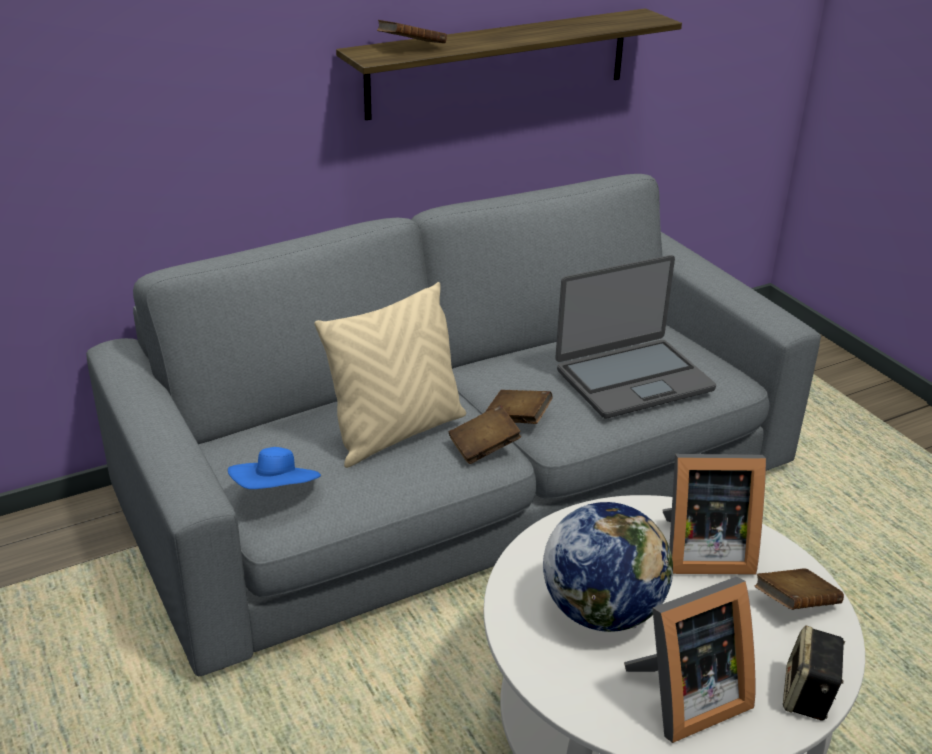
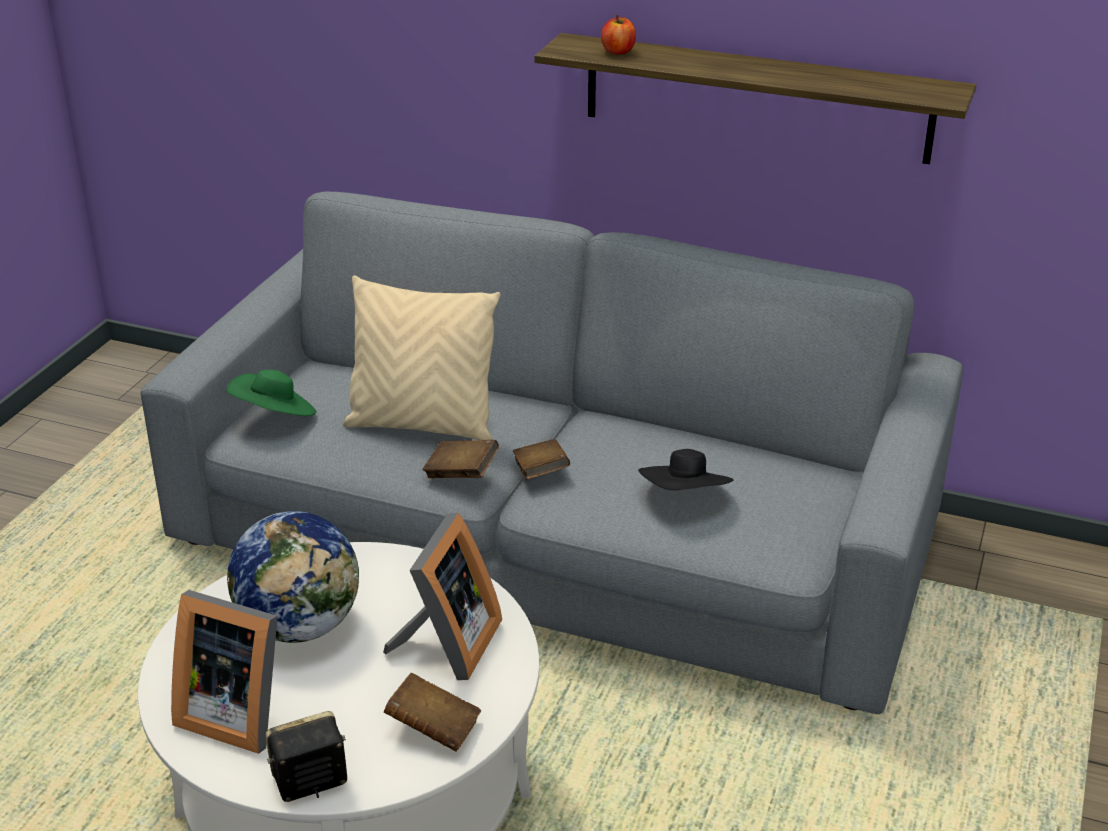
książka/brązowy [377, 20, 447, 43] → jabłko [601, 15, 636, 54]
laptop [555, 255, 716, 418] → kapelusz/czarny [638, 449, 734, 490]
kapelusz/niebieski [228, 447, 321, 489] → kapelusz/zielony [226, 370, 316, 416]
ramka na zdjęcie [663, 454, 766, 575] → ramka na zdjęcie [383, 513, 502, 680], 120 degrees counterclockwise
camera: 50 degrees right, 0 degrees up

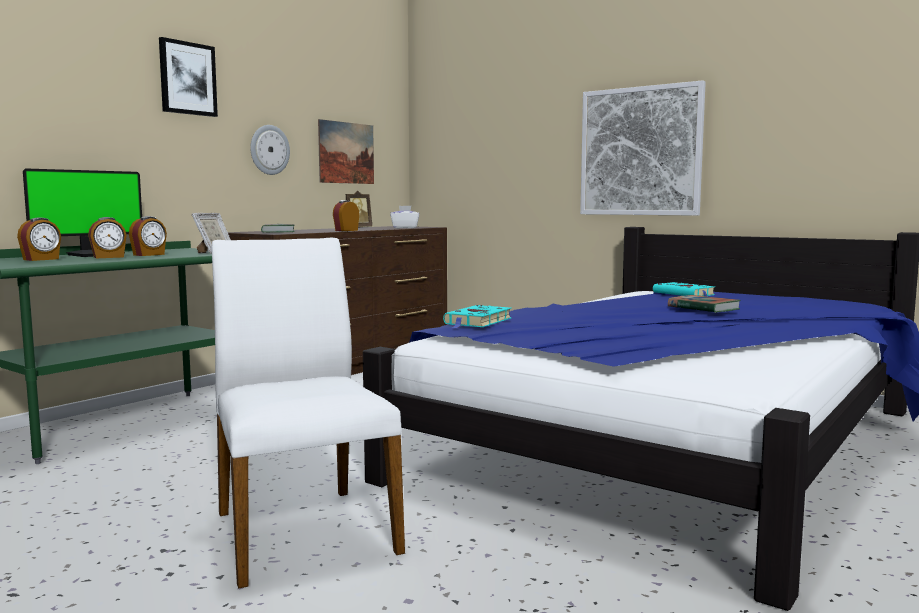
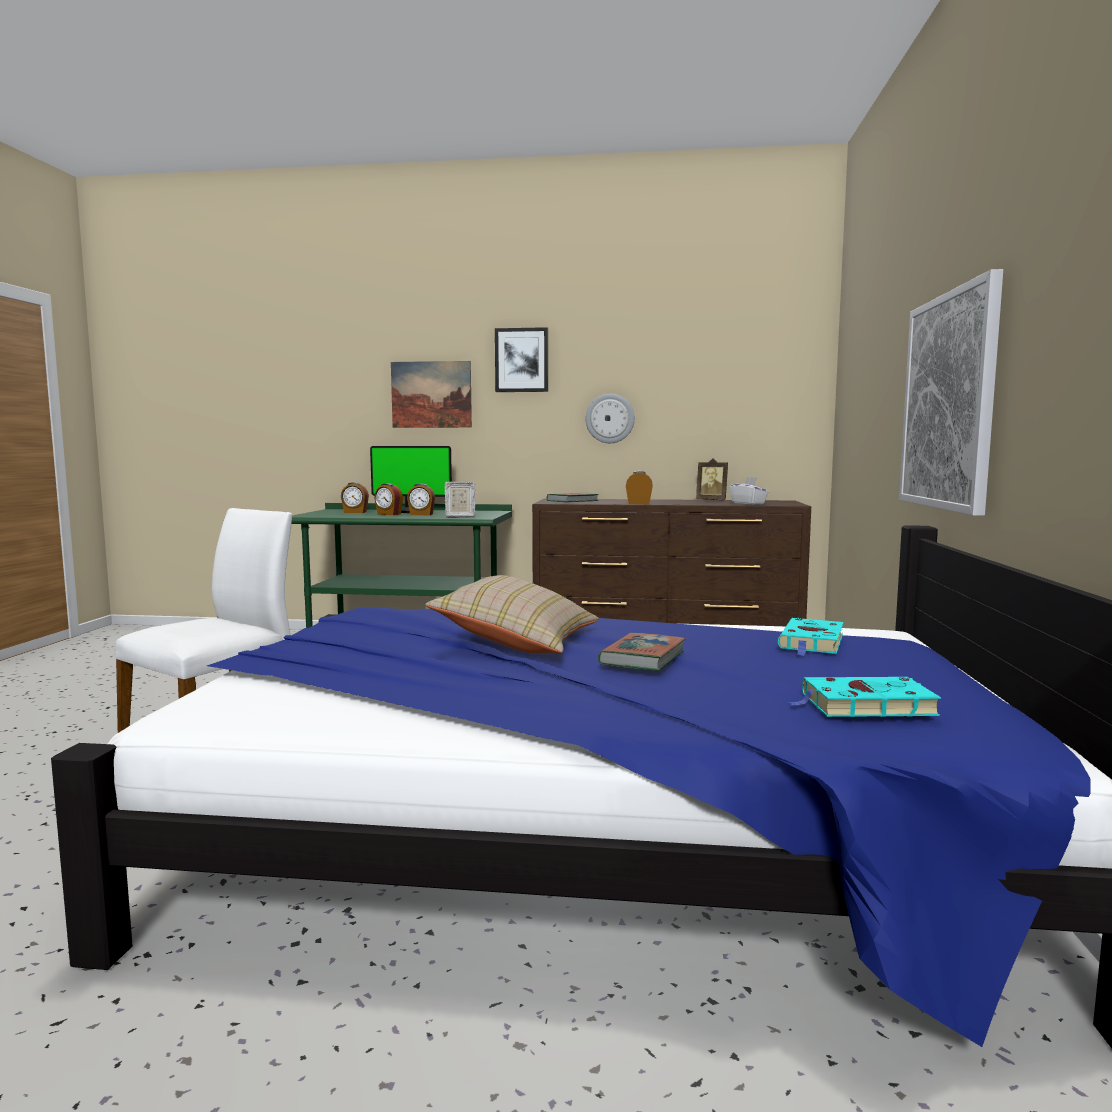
- → poduszka/beżowy [426, 575, 599, 653]
obraz [318, 119, 374, 184] → obraz [391, 361, 472, 428], move
książka/turkusowy [443, 305, 512, 328] → książka/turkusowy [789, 677, 941, 717], move
camera: 60 degrees right, 0 degrees up

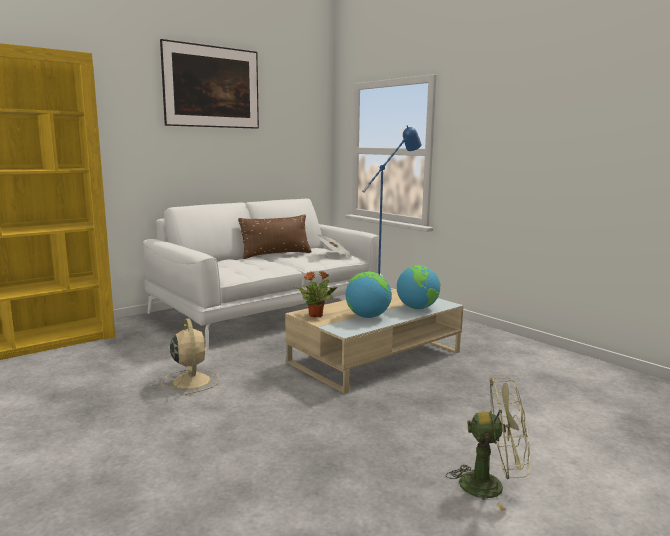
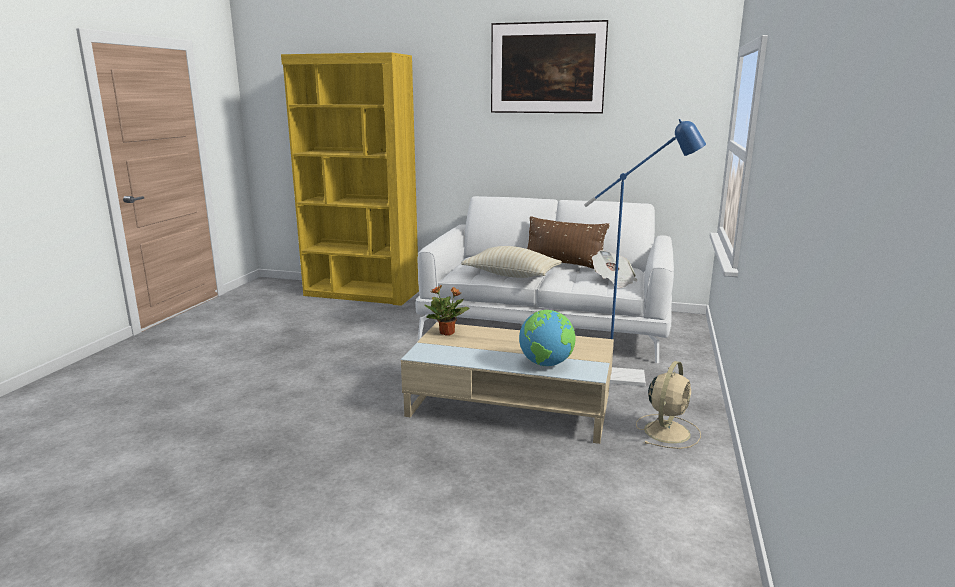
globus [345, 272, 392, 318] → -
wentylator/zielony [446, 377, 530, 511] → -
- → poduszka/beżowy [461, 246, 562, 278]
wentylator/beżowy [161, 318, 220, 395] → wentylator/beżowy [636, 361, 701, 449], move
camera: 55 degrees right, 5 degrees up

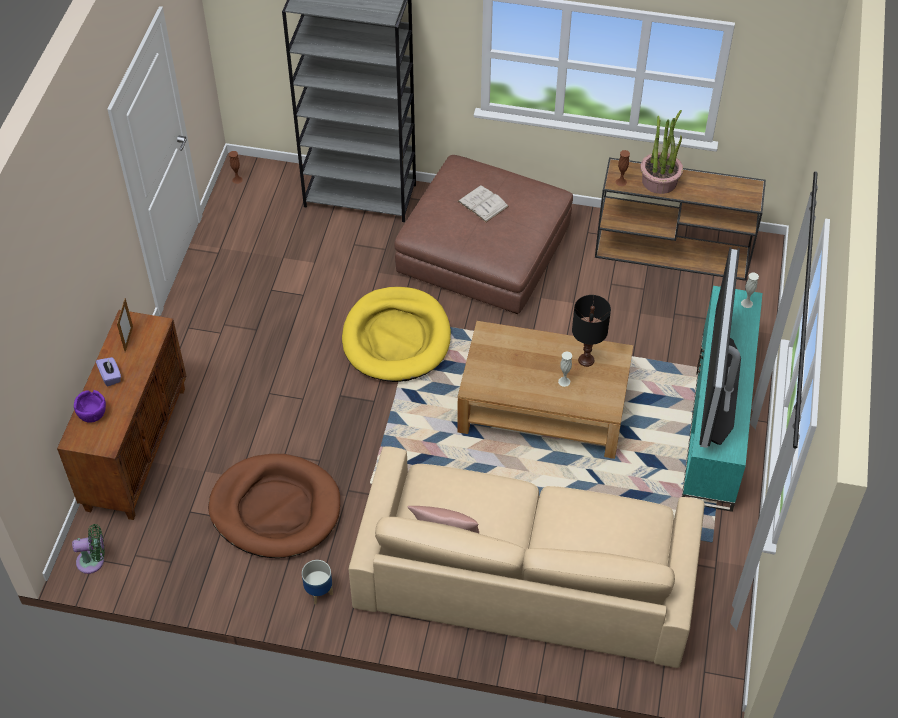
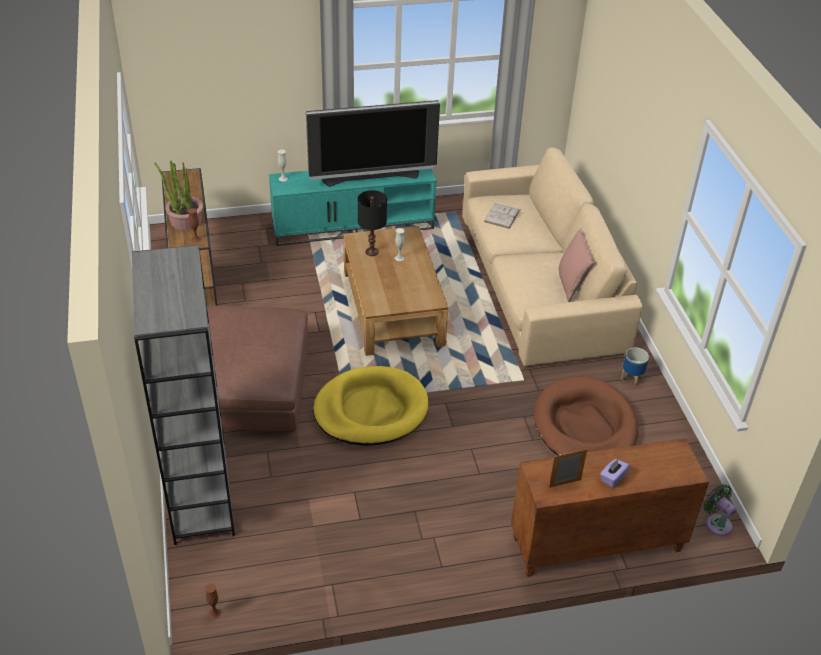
miska/fioletowy [74, 390, 106, 423] → -
książka/biały [458, 185, 509, 223] → książka/biały [484, 203, 520, 229], move
camera: 115 degrees left, 10 degrees down

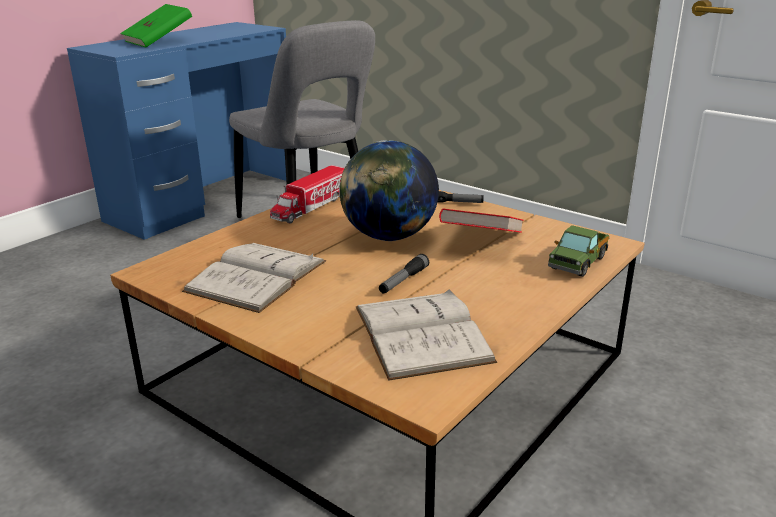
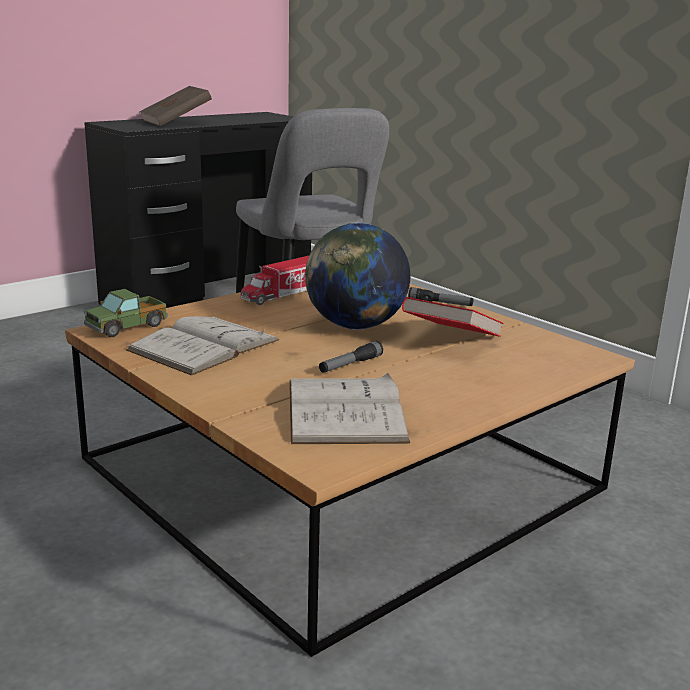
ciężarówka zabawkowa [548, 225, 610, 277] → ciężarówka zabawkowa [84, 289, 168, 337], move
biurko/niebieski [67, 22, 286, 240] → biurko/czarny [84, 112, 312, 308]
książka/zielony [120, 4, 192, 48] → książka/brązowy [139, 86, 212, 126]
camera: 10 degrees right, 5 degrees down

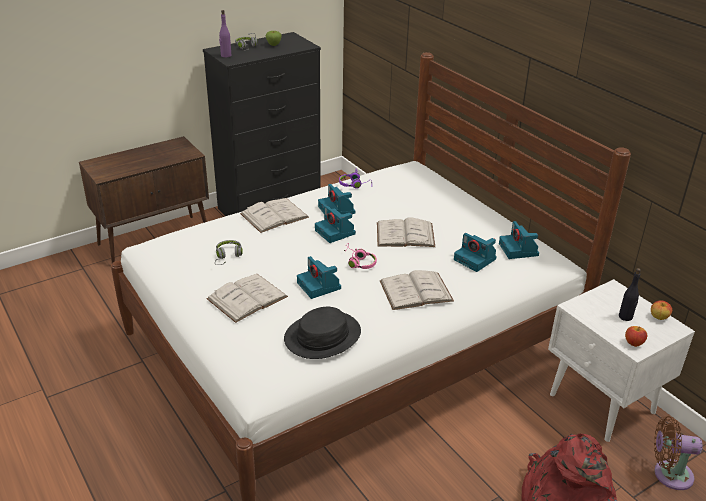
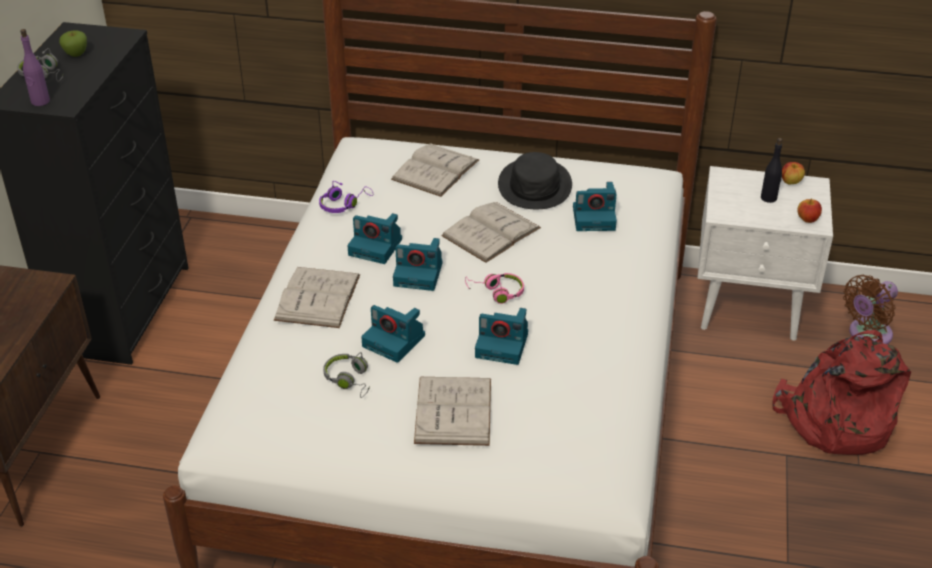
kapelusz/czarny [284, 307, 361, 359] → kapelusz/czarny [498, 152, 572, 209], move
książka/biały [380, 270, 454, 310] → książka/biały [391, 143, 479, 197], move
aparat fotograficzny [499, 221, 539, 259] → aparat fotograficzny [361, 305, 425, 363], move
camera: 45 degrees left, 5 degrees up

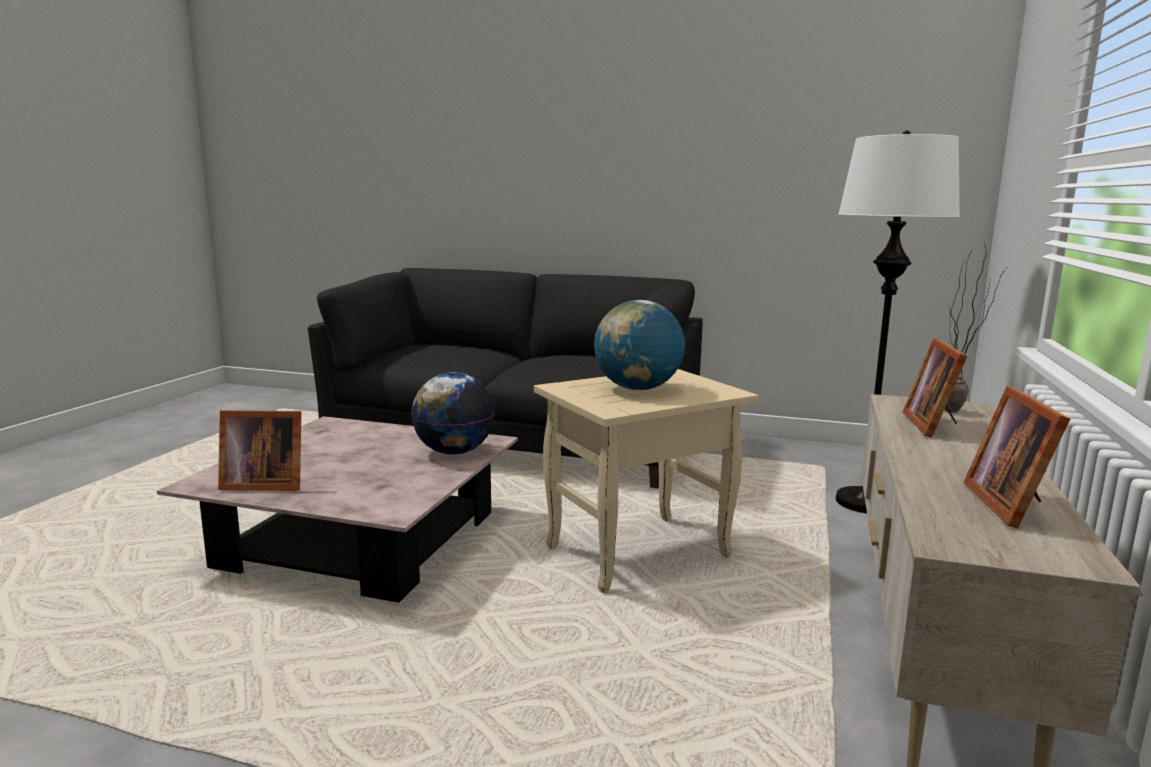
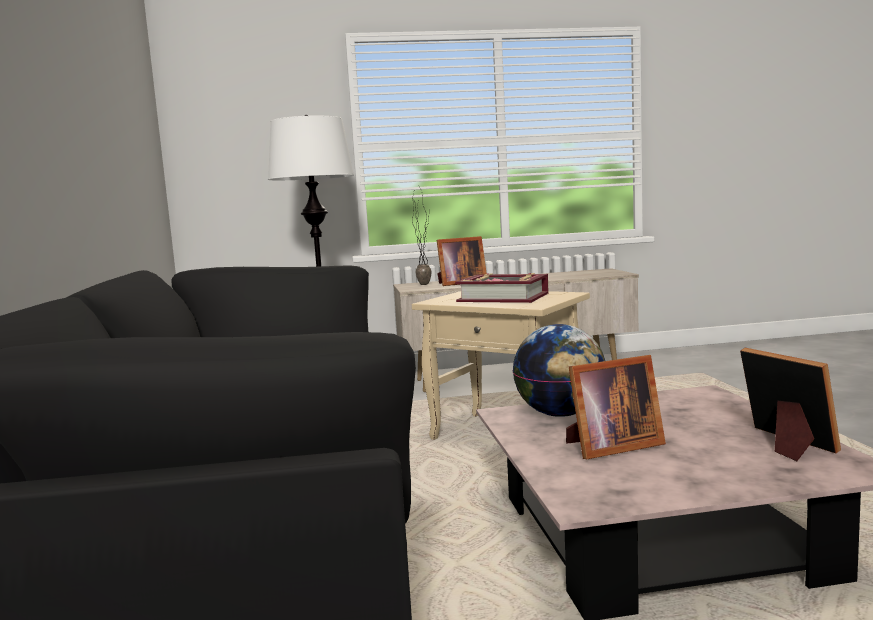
ramka na zdjęcie [964, 386, 1070, 529] → ramka na zdjęcie [566, 355, 666, 459], move
globus [594, 300, 685, 390] → książka [455, 273, 549, 303]
camera: 115 degrees left, 5 degrees down

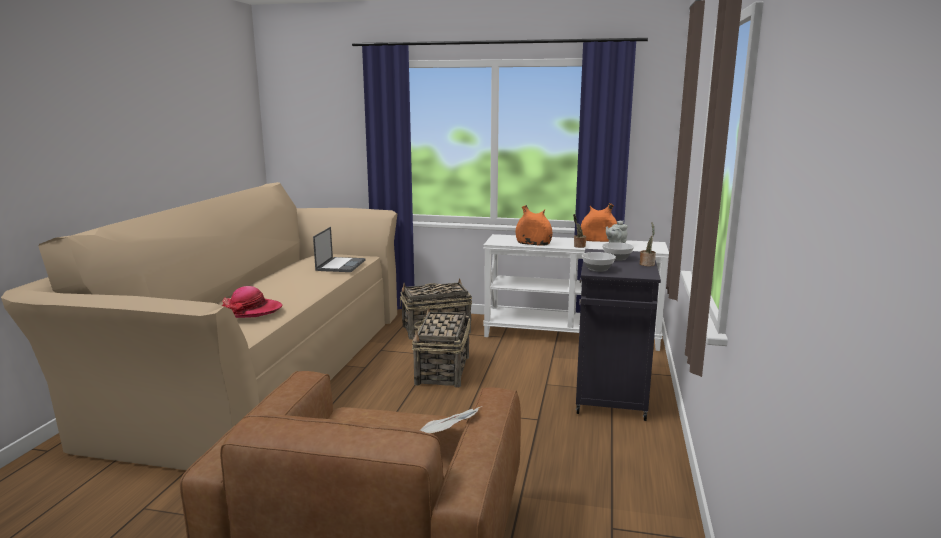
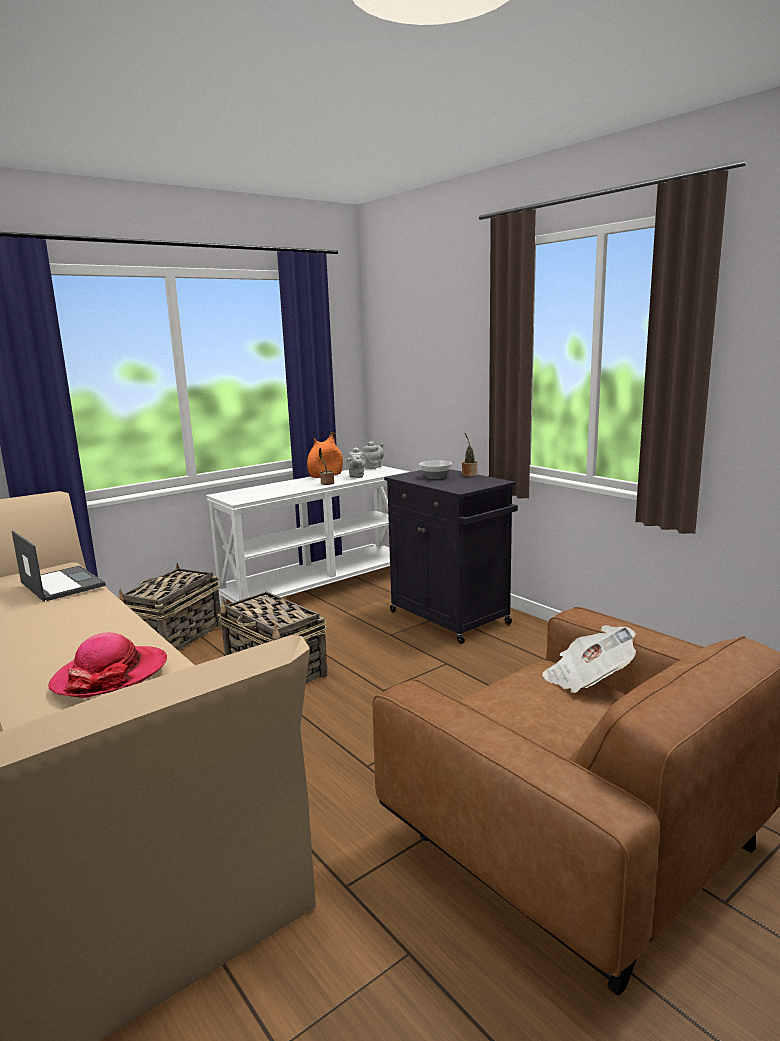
wazon/pomarańczowy [516, 205, 552, 246] → -
miska [582, 252, 616, 272] → -
- → imbryk/szary [363, 441, 384, 469]
camera: 50 degrees left, 0 degrees up

